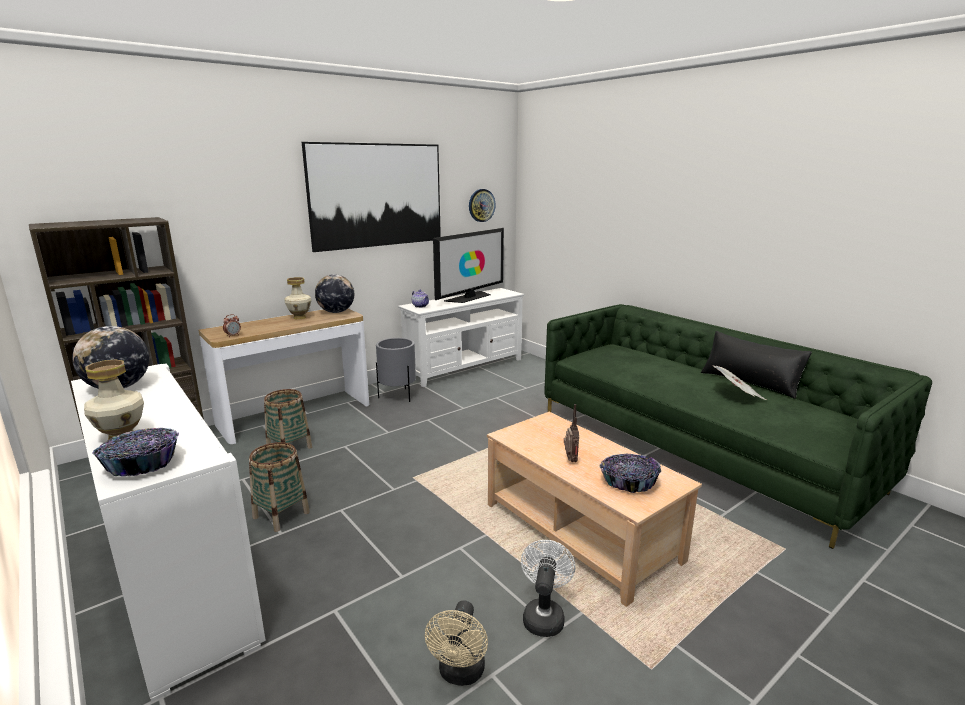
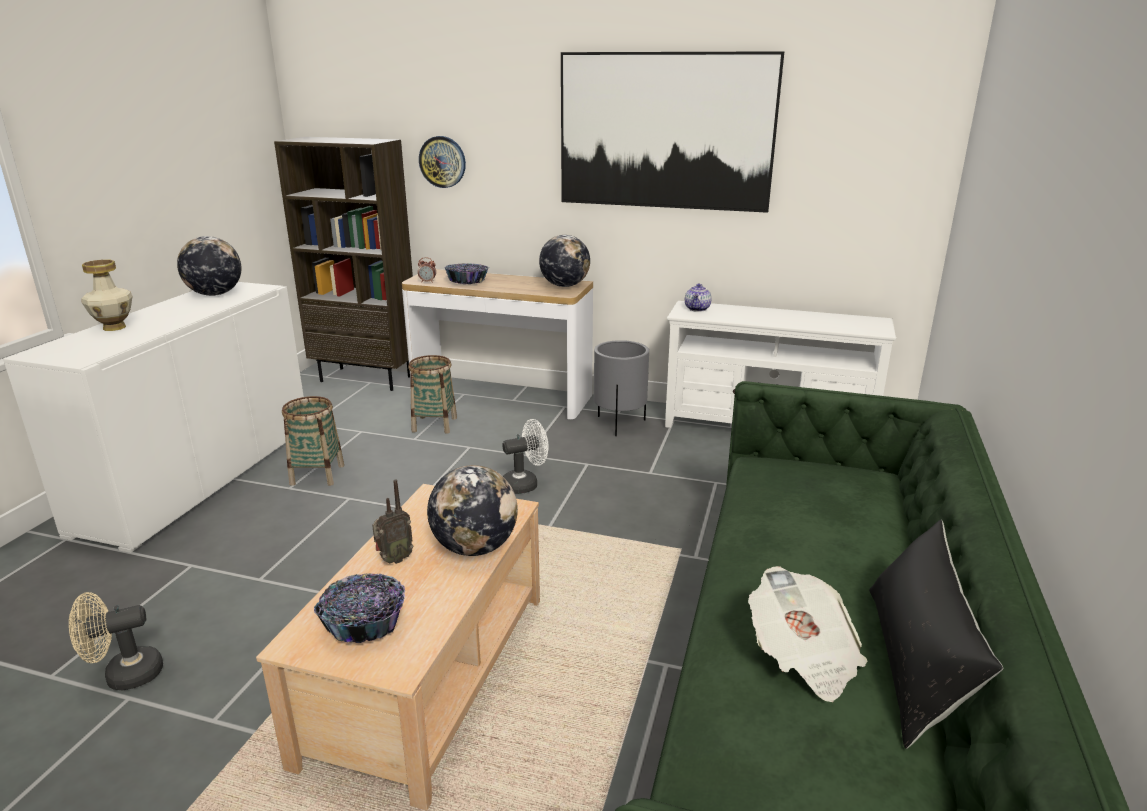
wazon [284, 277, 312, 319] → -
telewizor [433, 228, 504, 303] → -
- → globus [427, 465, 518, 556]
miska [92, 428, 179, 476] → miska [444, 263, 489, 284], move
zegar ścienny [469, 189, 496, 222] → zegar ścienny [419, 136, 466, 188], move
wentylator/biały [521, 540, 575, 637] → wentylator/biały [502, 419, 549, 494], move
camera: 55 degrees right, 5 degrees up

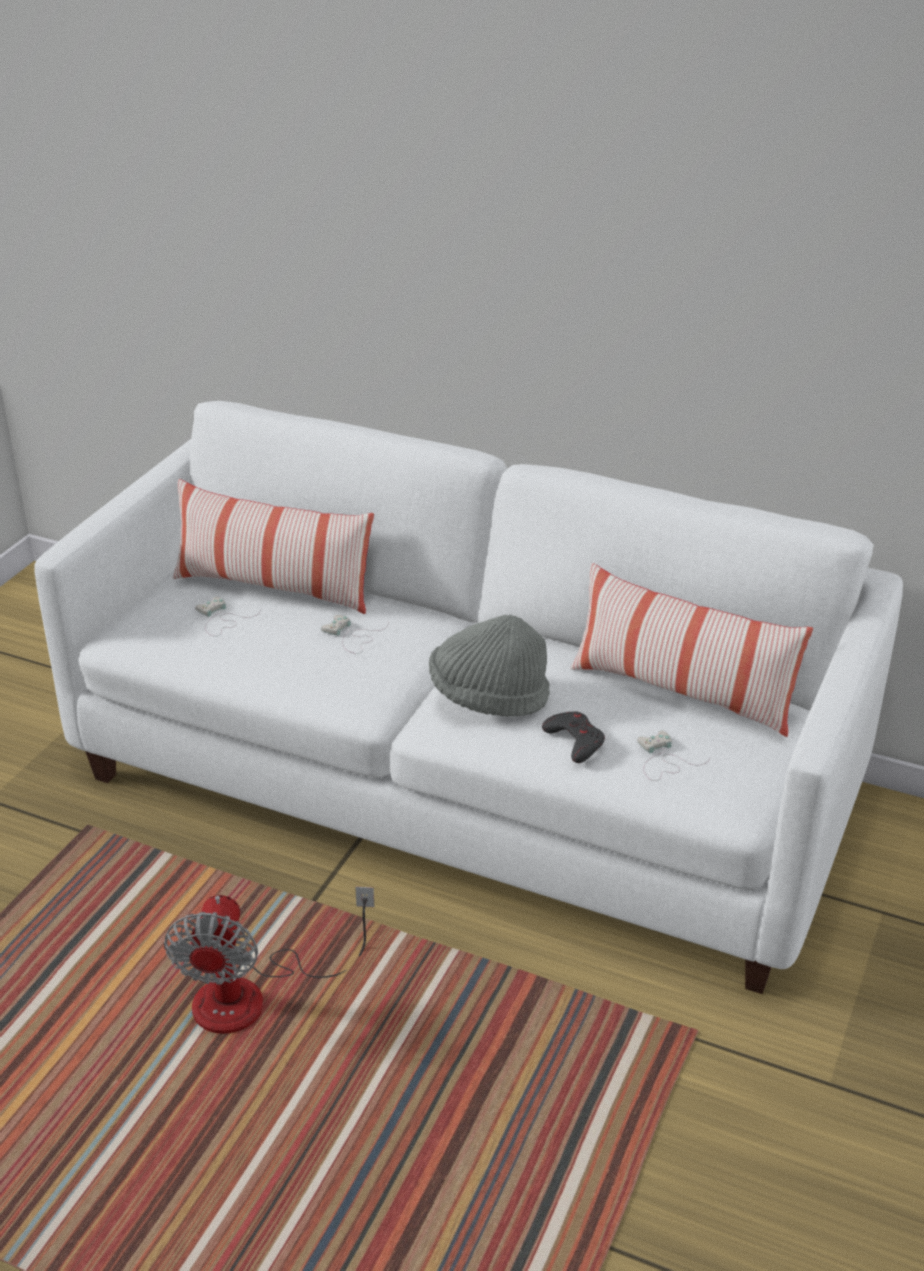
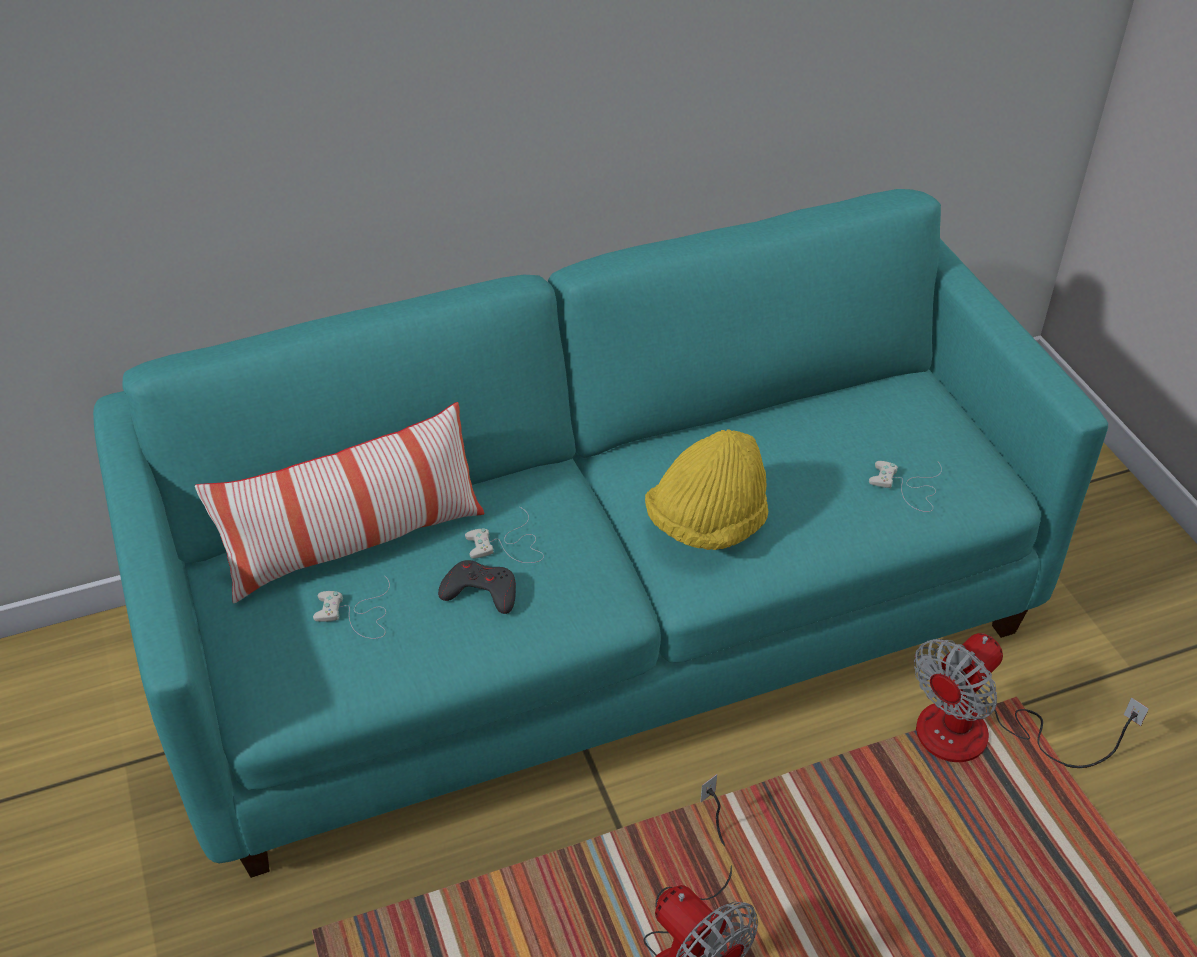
poduszka [571, 563, 813, 737] → -
- → wentylator [914, 633, 1149, 768]
pad do gier/szary [542, 711, 605, 763] → pad do gier/szary [438, 560, 516, 614], move
kanapa/biały [34, 401, 903, 994] → kanapa/turkusowy [93, 189, 1108, 878]
kapelusz/szary [429, 614, 550, 717] → kapelusz/żółty [645, 429, 768, 550]
camera: 45 degrees left, 10 degrees up

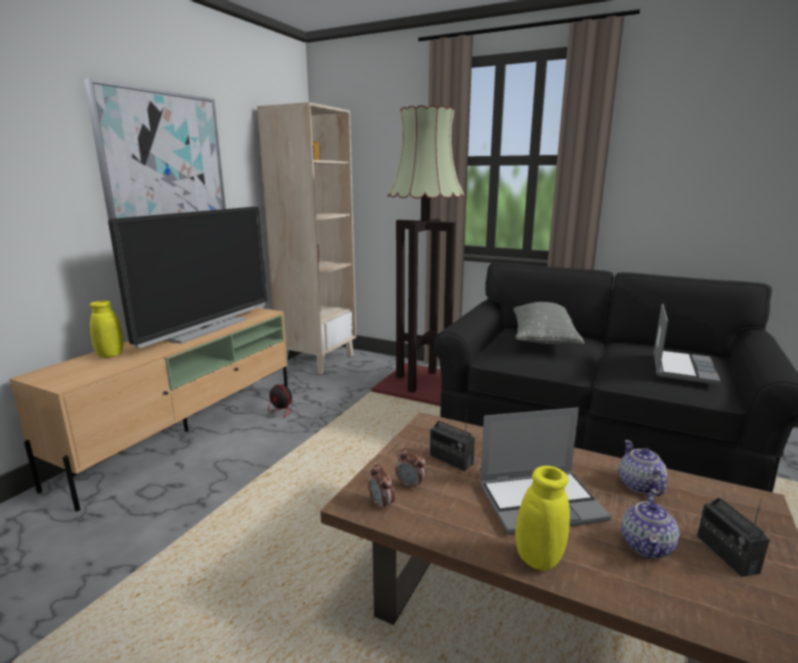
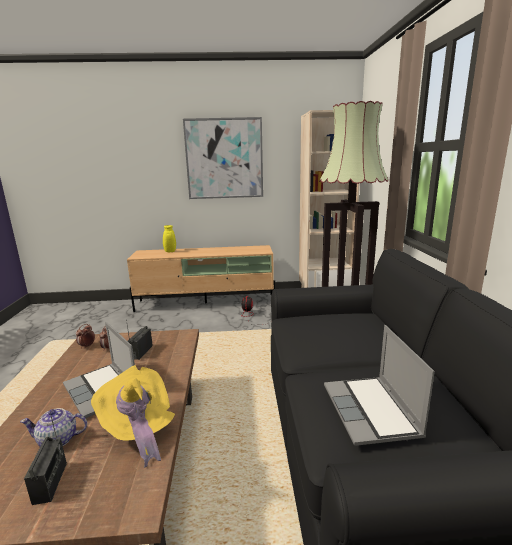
telewizor [108, 207, 267, 348] → -
wazon/żółty [471, 466, 570, 571] → -
poduszka/szary [513, 302, 584, 344] → -
imbryk [619, 440, 667, 496] → kapelusz/żółty [91, 365, 175, 468]
laptop [654, 304, 721, 385] → laptop [324, 325, 435, 446], 90 degrees clockwise
radio [697, 498, 770, 577] → radio [24, 412, 67, 505], 120 degrees clockwise
camera: 60 degrees right, 0 degrees up

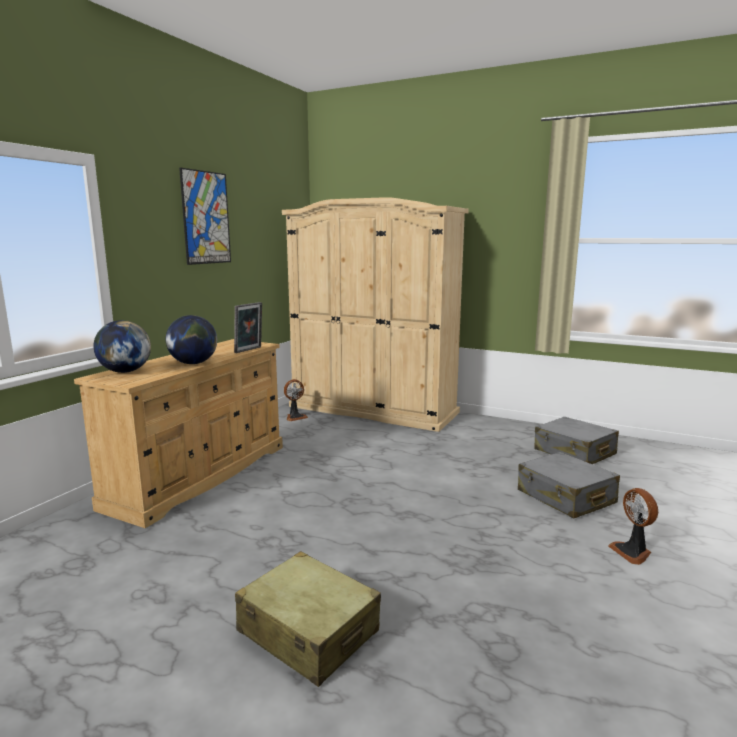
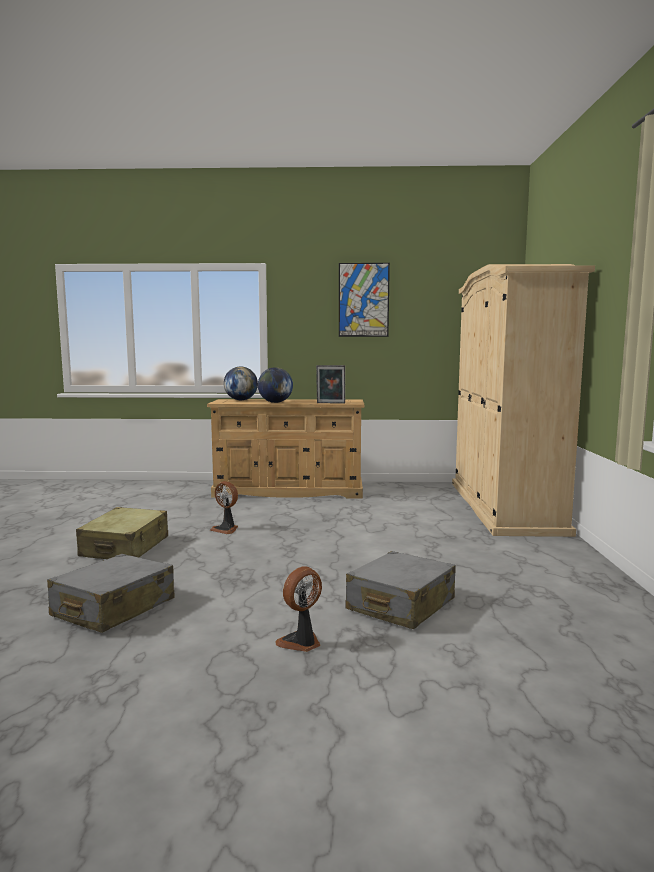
wentylator [284, 379, 308, 421] → wentylator [210, 481, 238, 534], move
walizka/szary [534, 417, 619, 464] → walizka/szary [47, 554, 175, 633], move
camera: 65 degrees right, 5 degrees down

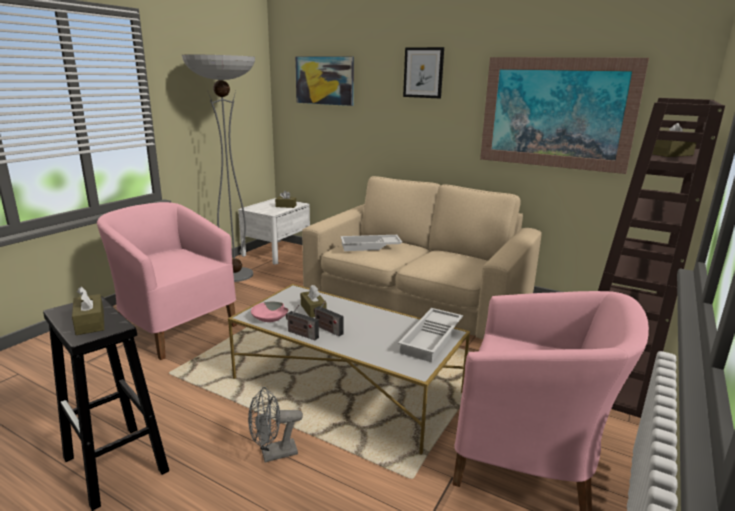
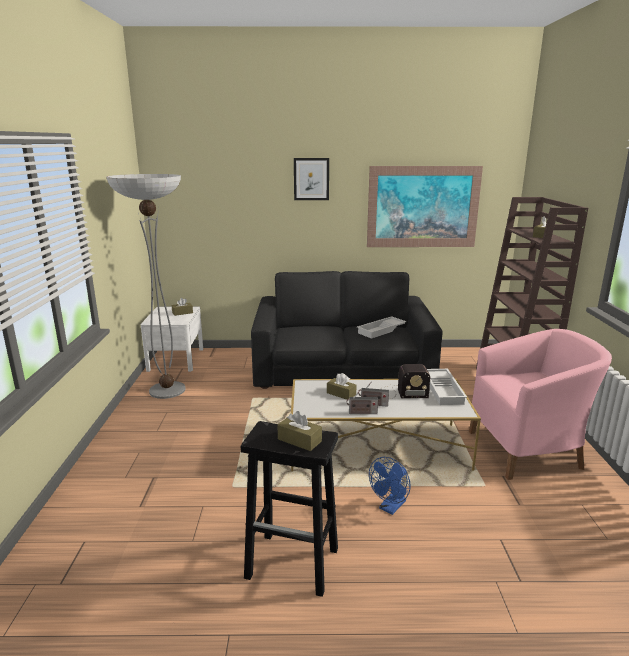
fotel/różowy [97, 202, 237, 360] → -
miska/różowy [251, 302, 288, 322] → -
obraz [295, 56, 354, 106] → -
- → radio [382, 364, 430, 399]
taca/biały [340, 235, 402, 251] → taca/biały [357, 316, 407, 339], move
wentylator/szary [248, 387, 303, 463] → wentylator/niebieski [369, 457, 411, 515]
kanapa/beżowy [302, 176, 542, 339] → kanapa/czarny [251, 271, 443, 389]
camera: 30 degrees left, 0 degrees up

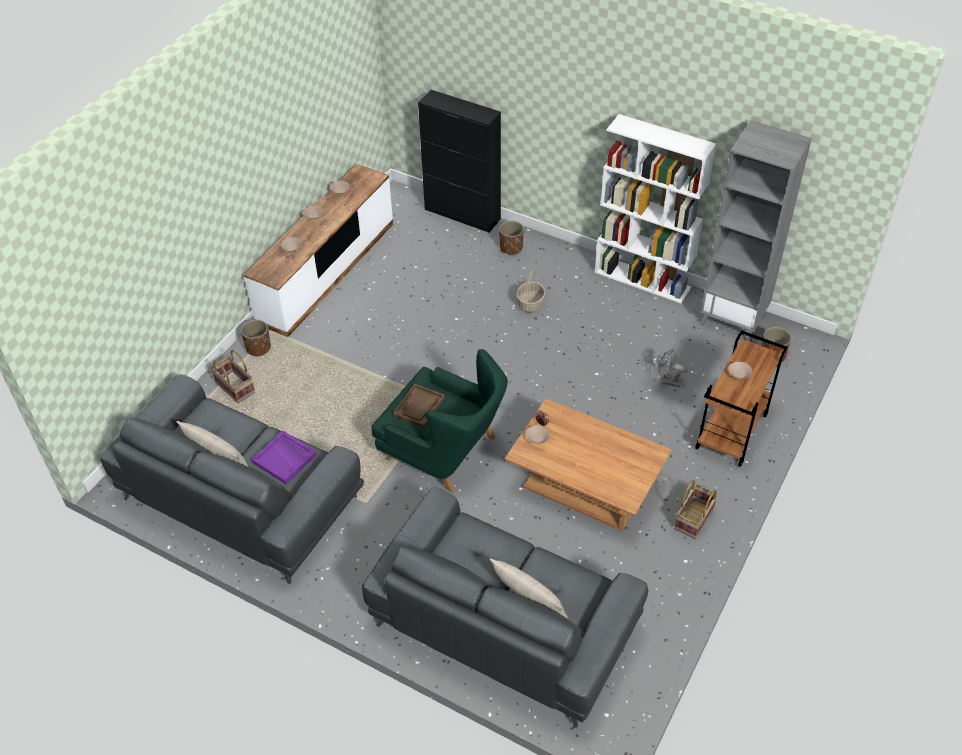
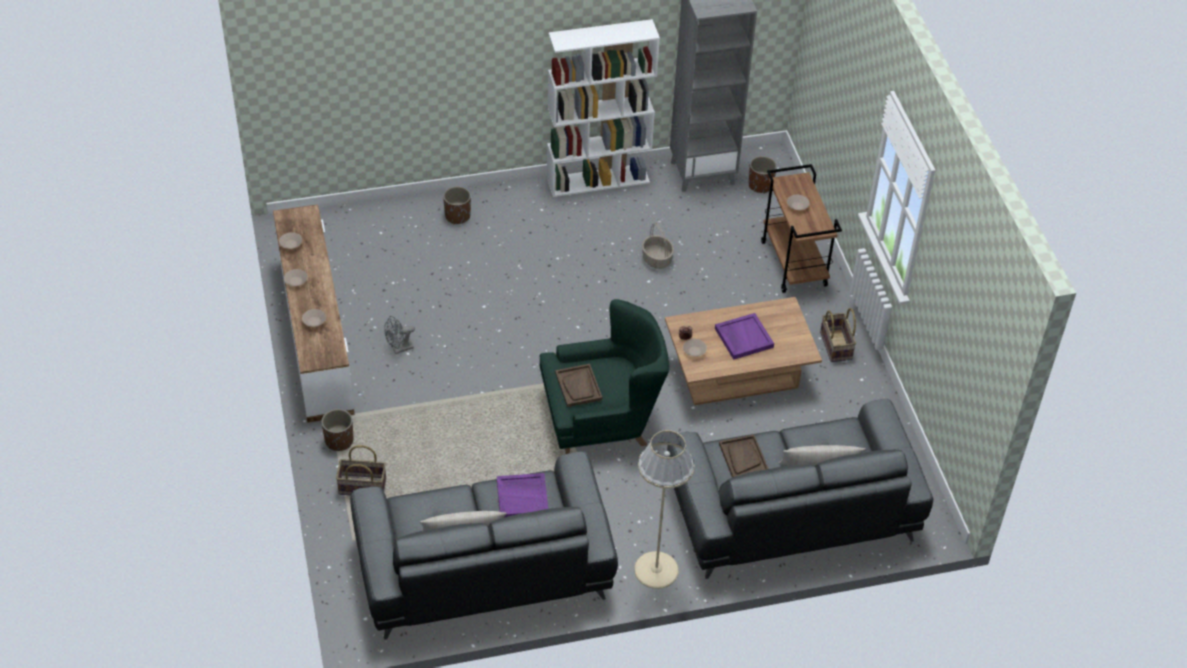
szafka/czarny [418, 90, 501, 233] → -
- → lampa stojąca/beżowy [634, 430, 694, 589]
- → taca/fioletowy [715, 313, 774, 360]
- → taca/brązowy [719, 435, 769, 477]
koszyk [516, 270, 546, 312] → koszyk [642, 223, 674, 269], move
wentylator/szary [658, 349, 688, 387] → wentylator/szary [384, 316, 415, 354], move
camera: 45 degrees left, 0 degrees up

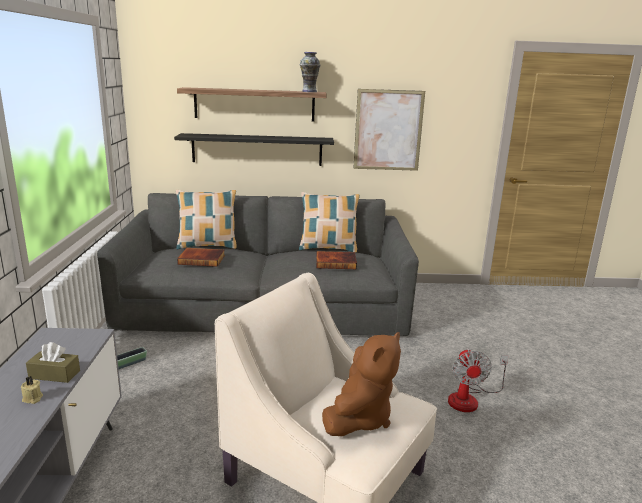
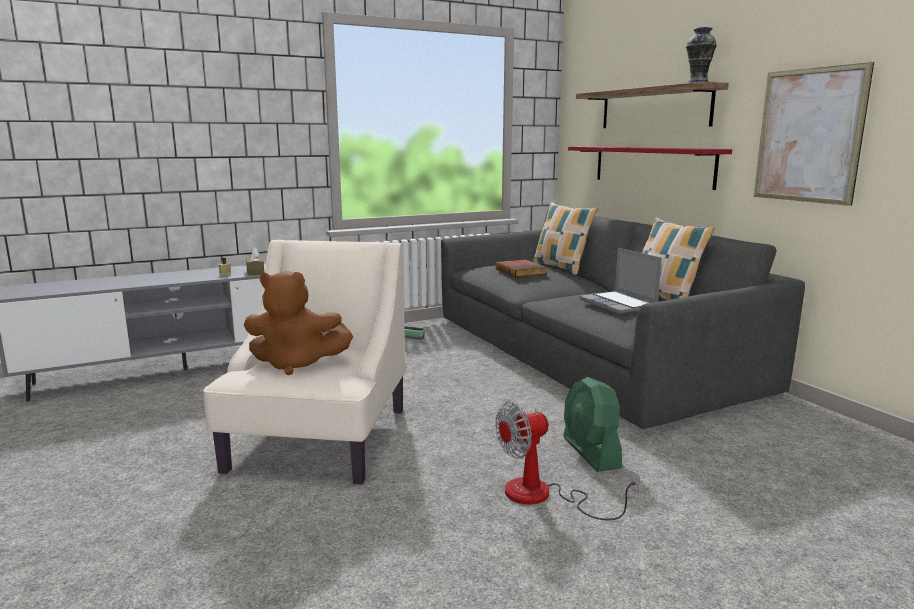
- → wentylator/zielony [563, 377, 622, 472]
książka [316, 251, 357, 269] → laptop [579, 248, 662, 314]
półka/czarny [174, 133, 334, 166] → półka/czerwony [568, 146, 732, 190]
camera: 65 degrees right, 5 degrees down

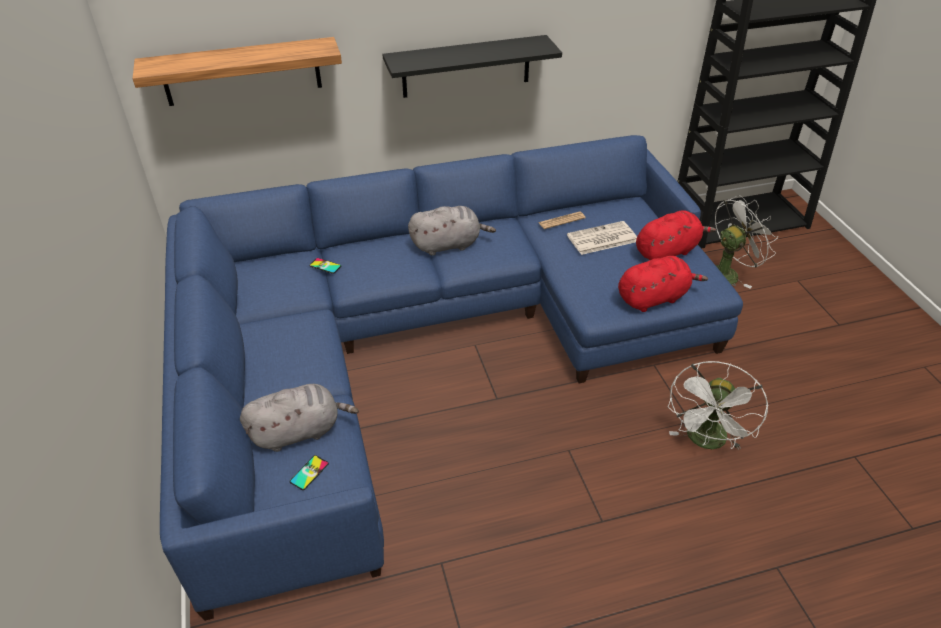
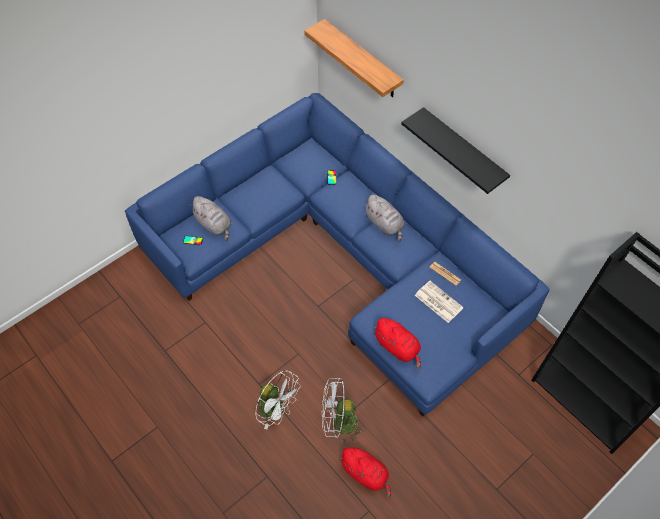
pluszak/czerwony [636, 210, 716, 260] → pluszak/czerwony [339, 447, 391, 498], move
wentylator/biały [715, 195, 778, 288] → wentylator/biały [255, 370, 301, 429], move
camera: 65 degrees right, 15 degrees up

